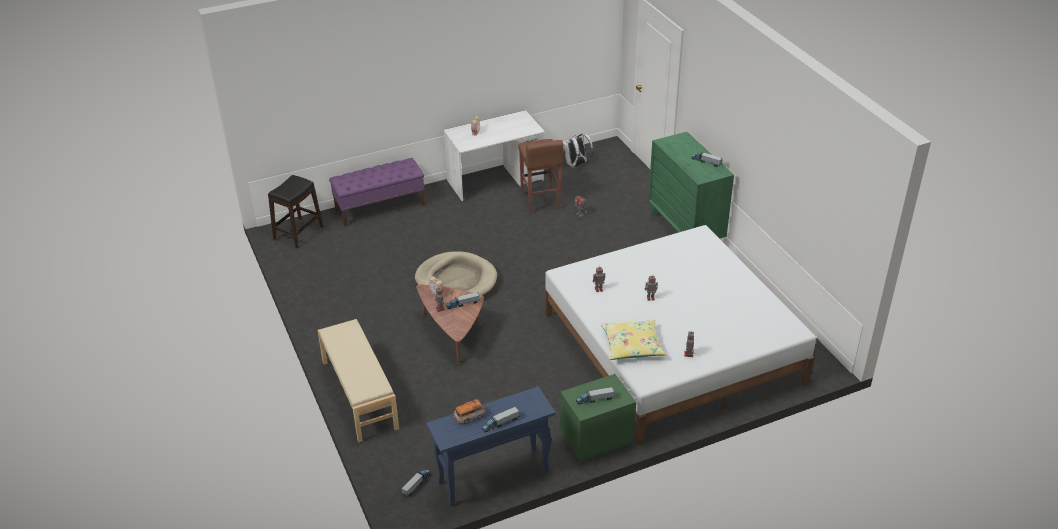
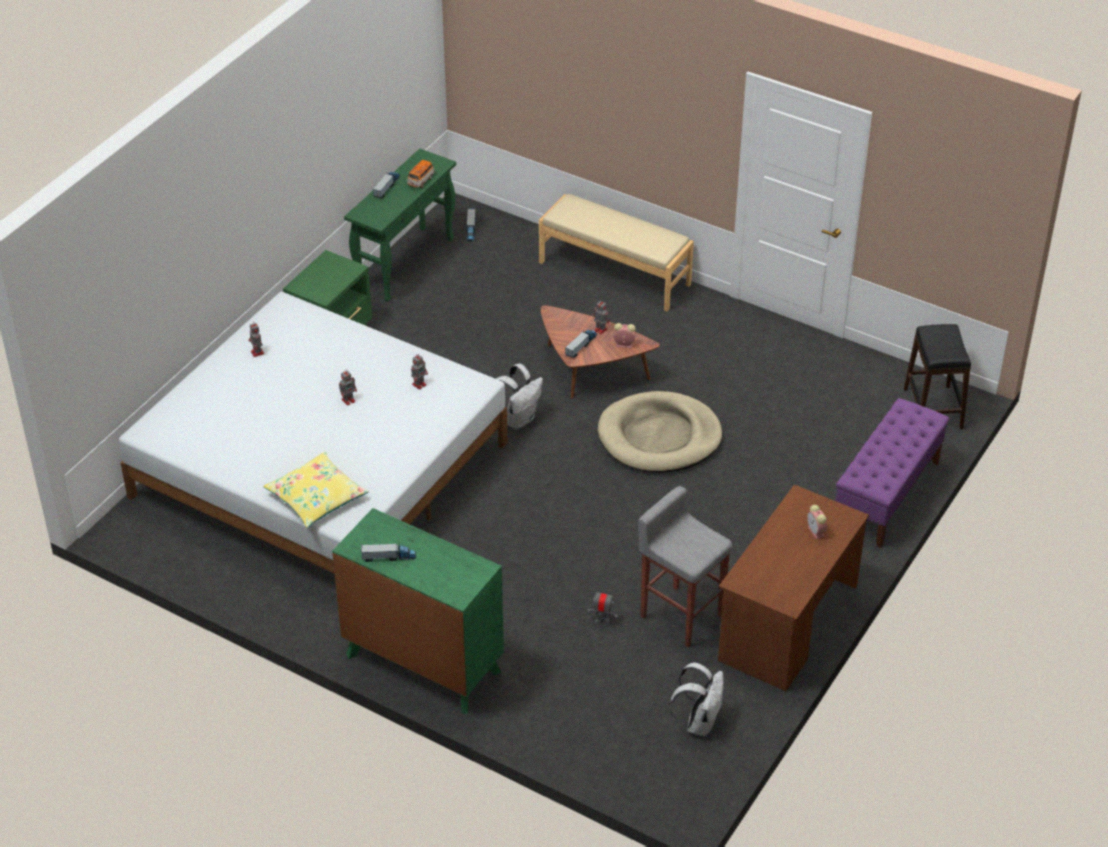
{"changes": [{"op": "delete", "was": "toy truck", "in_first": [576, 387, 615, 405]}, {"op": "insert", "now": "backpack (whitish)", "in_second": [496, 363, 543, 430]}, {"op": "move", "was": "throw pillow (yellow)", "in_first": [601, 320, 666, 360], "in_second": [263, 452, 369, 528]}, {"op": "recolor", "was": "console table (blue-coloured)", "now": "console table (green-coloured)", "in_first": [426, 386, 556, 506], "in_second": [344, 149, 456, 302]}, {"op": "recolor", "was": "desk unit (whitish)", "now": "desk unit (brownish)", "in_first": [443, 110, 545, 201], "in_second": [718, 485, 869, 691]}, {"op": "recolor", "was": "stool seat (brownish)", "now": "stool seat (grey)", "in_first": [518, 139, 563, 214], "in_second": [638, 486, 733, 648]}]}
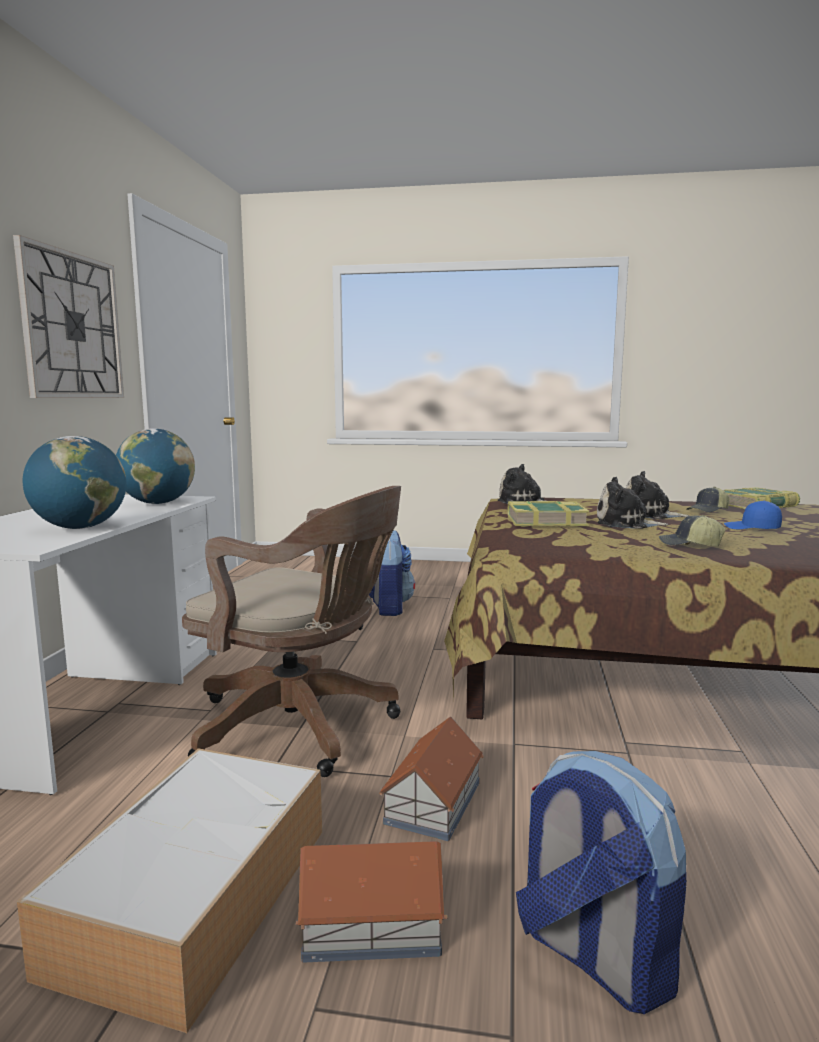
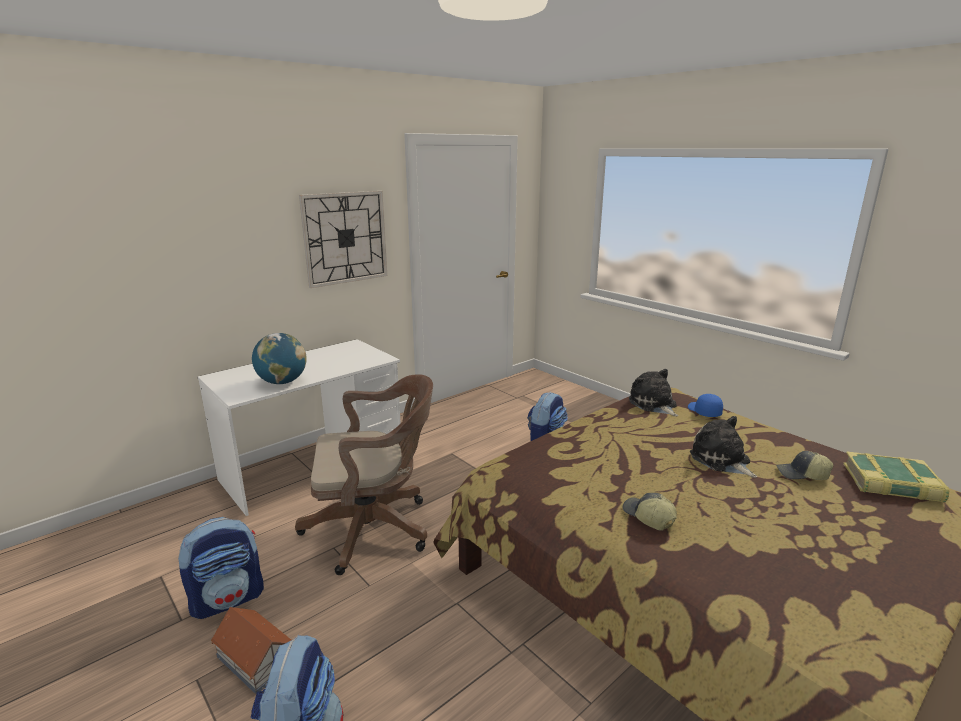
{"changes": [{"op": "delete", "was": "desk globe", "in_first": [116, 428, 195, 504]}, {"op": "delete", "was": "toy house", "in_first": [379, 717, 484, 841]}, {"op": "delete", "was": "bound book", "in_first": [508, 501, 589, 526]}, {"op": "delete", "was": "cuddly toy", "in_first": [597, 477, 668, 529]}, {"op": "move", "was": "cap (blue-coloured)", "in_first": [724, 501, 782, 529], "in_second": [688, 394, 723, 417]}, {"op": "replace", "was": "storage box", "now": "backpack", "in_first": [17, 748, 322, 1033], "in_second": [178, 517, 264, 619]}, {"op": "rotate", "was": "office chair (brownish)", "in_first": [182, 486, 401, 777], "in_second": [295, 374, 433, 575], "clockwise": -75}]}
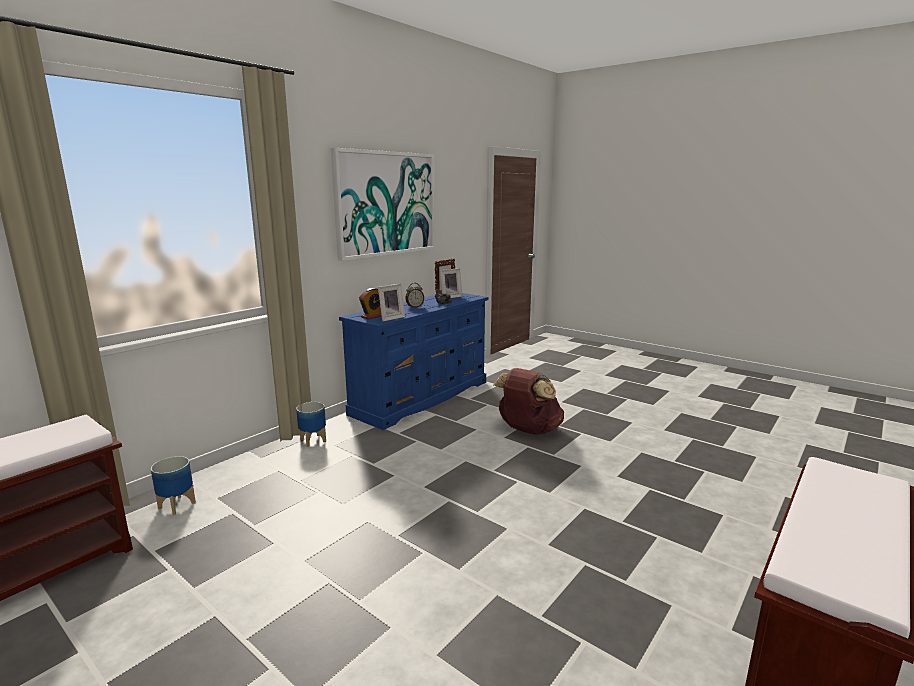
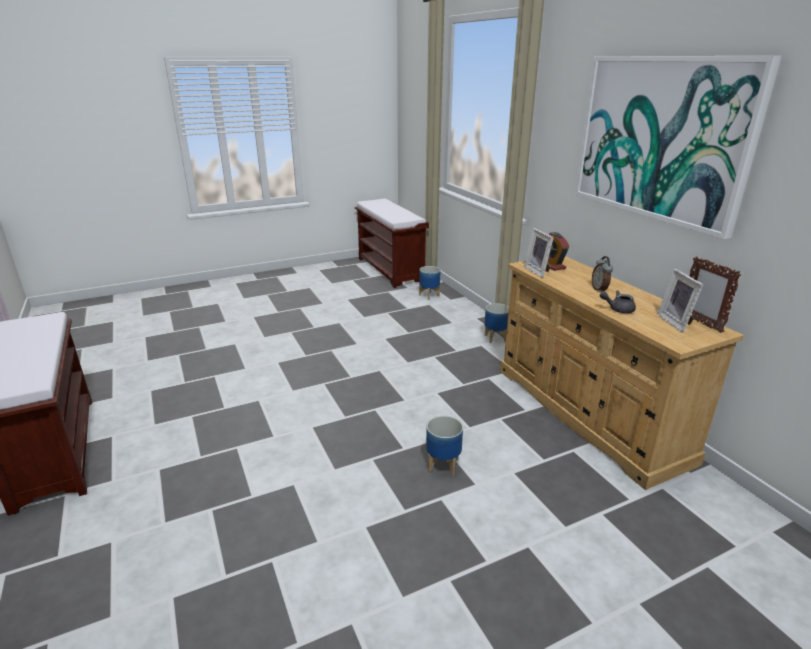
{"changes": [{"op": "replace", "was": "backpack (brownish)", "now": "planter", "in_first": [493, 368, 564, 435], "in_second": [426, 416, 463, 476]}, {"op": "recolor", "was": "chest of drawers (blue-coloured)", "now": "chest of drawers (sand-coloured)", "in_first": [339, 293, 488, 430], "in_second": [500, 256, 744, 490]}]}
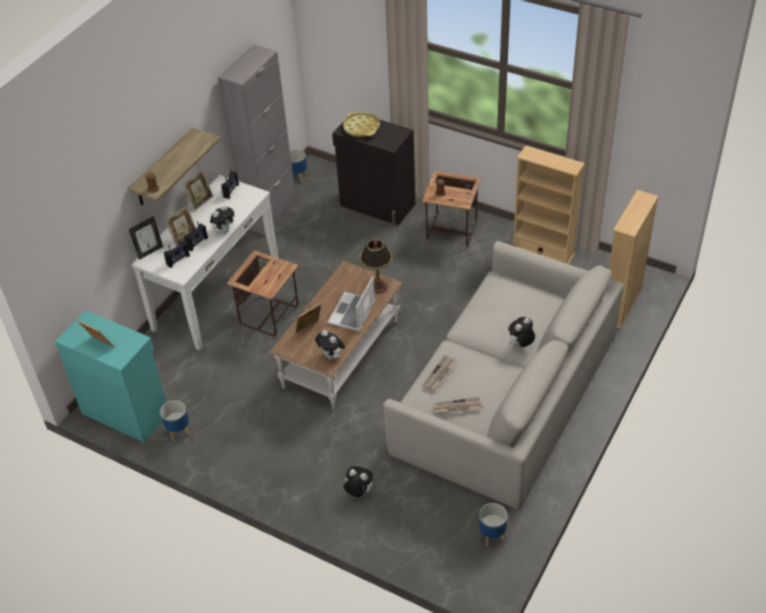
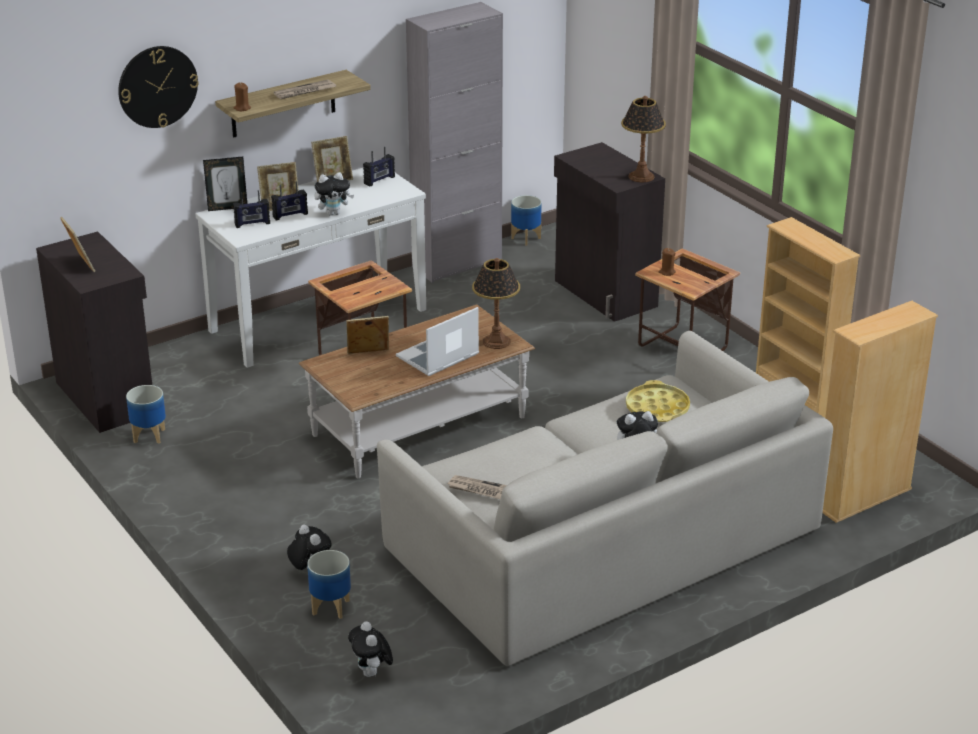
{"changes": [{"op": "insert", "now": "hanging clock", "in_second": [118, 46, 199, 128]}, {"op": "insert", "now": "table lamp", "in_second": [621, 96, 666, 182]}, {"op": "move", "was": "cuddly toy", "in_first": [315, 330, 345, 359], "in_second": [348, 621, 393, 677]}, {"op": "move", "was": "serving tray (yellow)", "in_first": [343, 111, 380, 137], "in_second": [626, 380, 690, 422]}, {"op": "move", "was": "daily paper", "in_first": [422, 355, 458, 391], "in_second": [273, 79, 336, 99]}, {"op": "move", "was": "planter", "in_first": [479, 503, 507, 546], "in_second": [307, 550, 351, 619]}, {"op": "recolor", "was": "cupboard (turquoise-coloured)", "now": "cupboard (black)", "in_first": [55, 310, 167, 442], "in_second": [36, 232, 152, 433]}]}
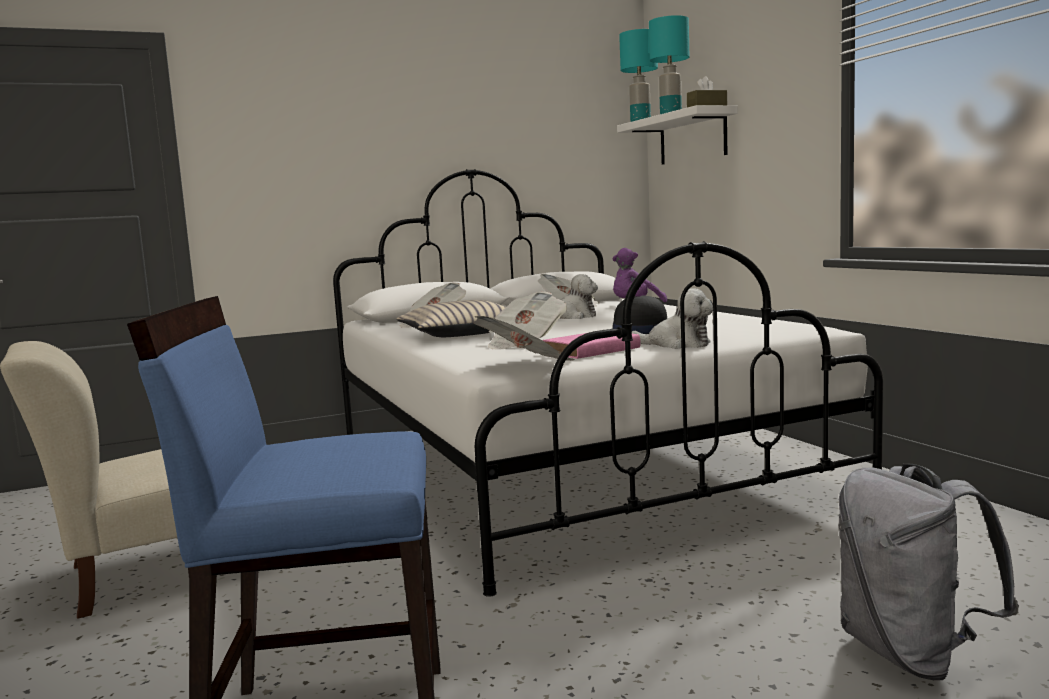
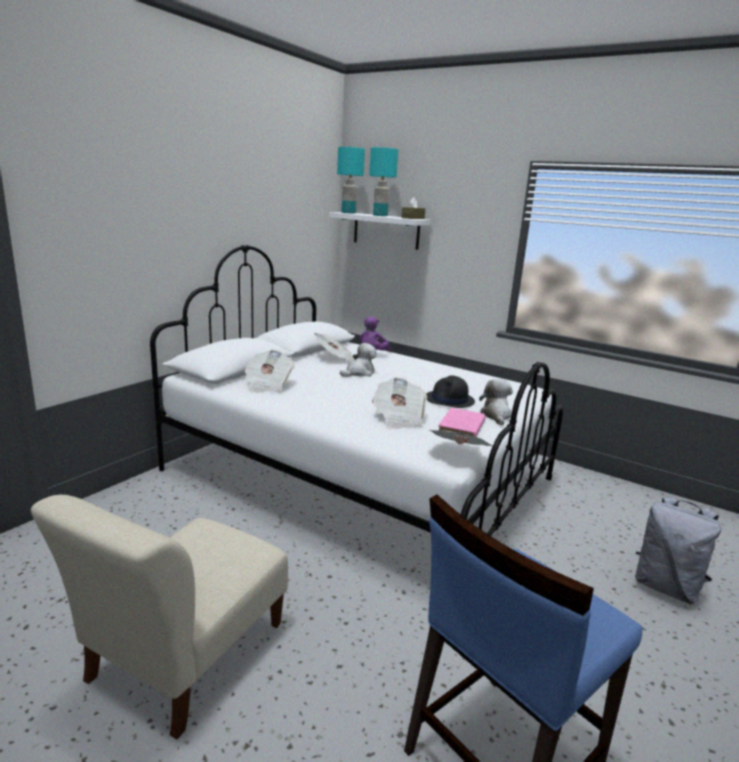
{"changes": [{"op": "delete", "was": "throw pillow (sand-coloured)", "in_first": [397, 300, 506, 337]}, {"op": "rotate", "was": "cuddly toy", "in_first": [632, 288, 713, 349], "in_second": [479, 379, 513, 425], "clockwise": -75}]}
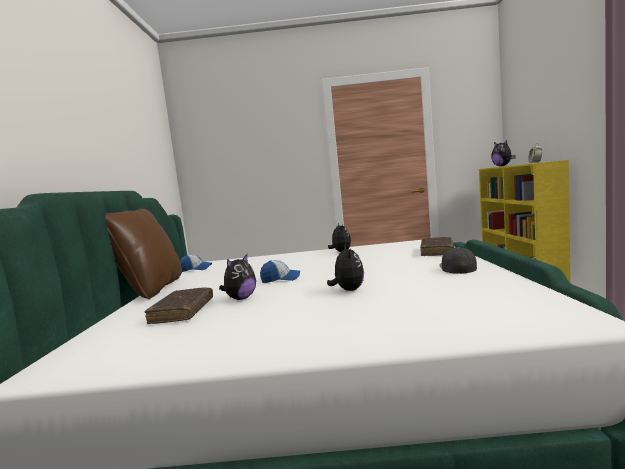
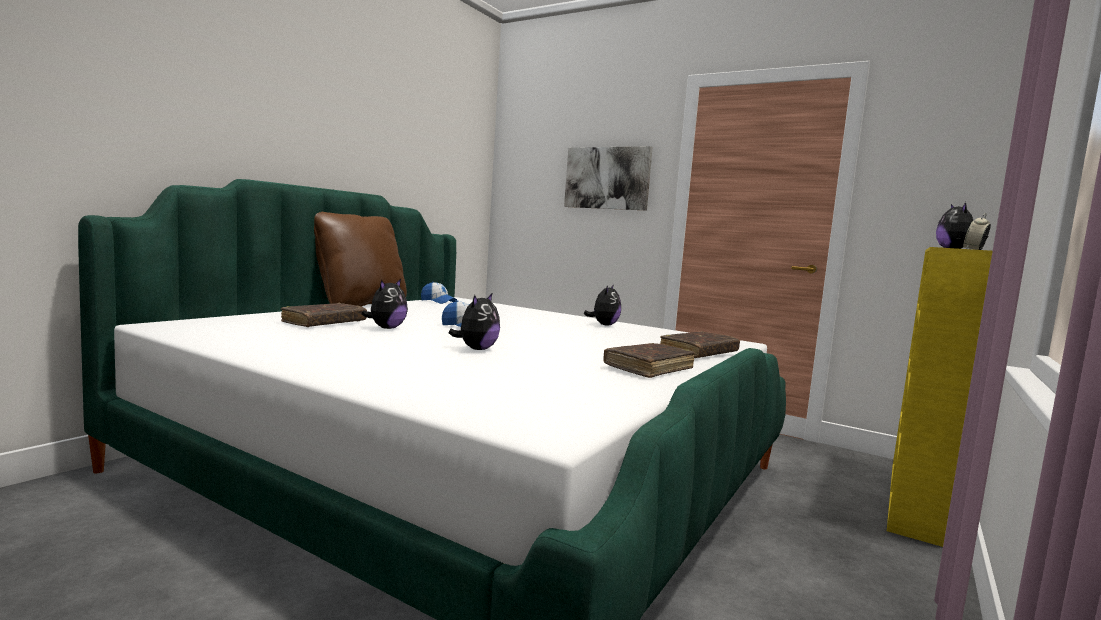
{"changes": [{"op": "insert", "now": "wall art", "in_second": [564, 146, 653, 211]}, {"op": "replace", "was": "cap (black)", "now": "bound book (brownish)", "in_first": [440, 247, 477, 274], "in_second": [603, 343, 695, 378]}, {"op": "rotate", "was": "cuddly toy", "in_first": [219, 254, 256, 300], "in_second": [362, 279, 408, 329], "clockwise": -45}]}
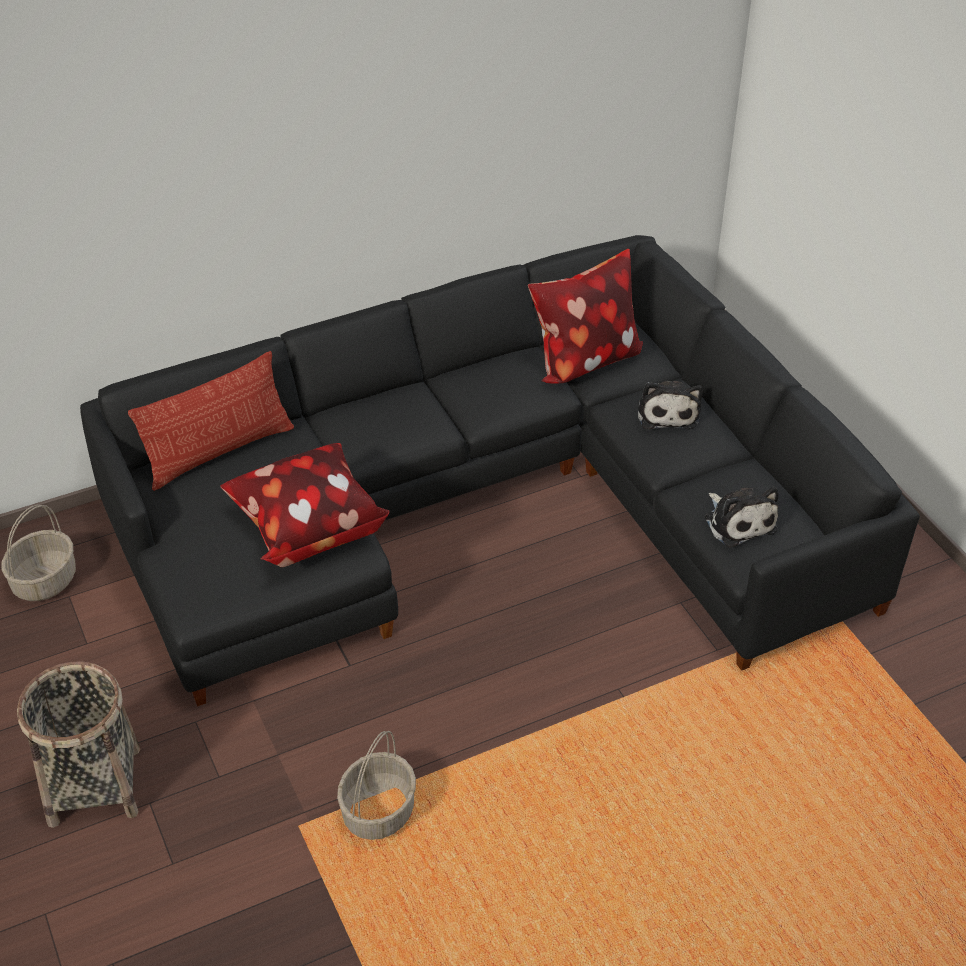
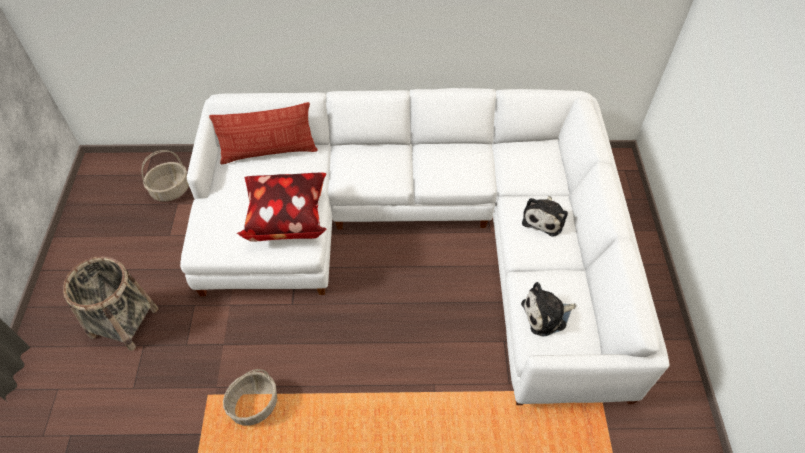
{"changes": [{"op": "delete", "was": "throw pillow", "in_first": [528, 249, 643, 384]}, {"op": "recolor", "was": "sofa (black)", "now": "sofa (whitish)", "in_first": [80, 235, 920, 707], "in_second": [180, 88, 670, 405]}, {"op": "rotate", "was": "cuddly toy", "in_first": [705, 487, 778, 548], "in_second": [521, 282, 576, 336], "clockwise": 75}]}
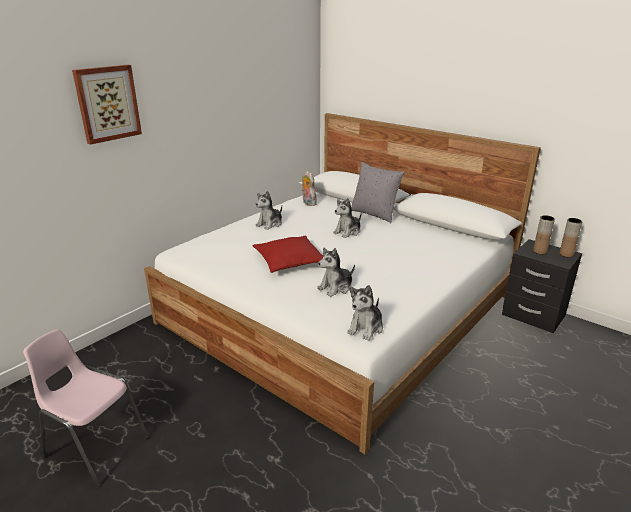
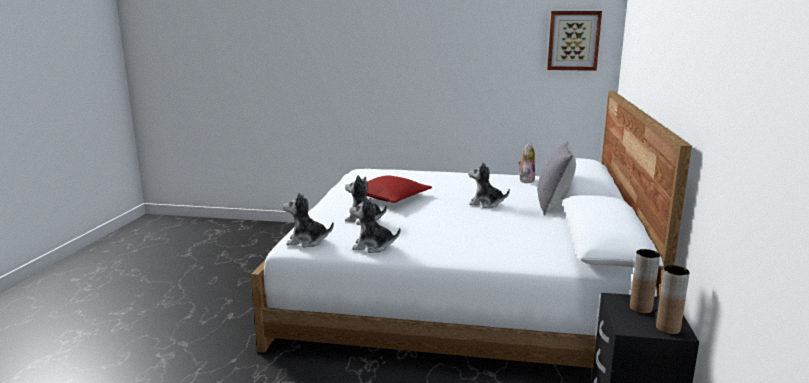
{"changes": [{"op": "delete", "was": "chair (pink-coloured)", "in_first": [23, 329, 149, 488]}, {"op": "move", "was": "wall art", "in_first": [72, 65, 142, 145], "in_second": [547, 11, 602, 71]}, {"op": "move", "was": "cuddly toy", "in_first": [255, 191, 282, 230], "in_second": [349, 196, 400, 253]}]}
